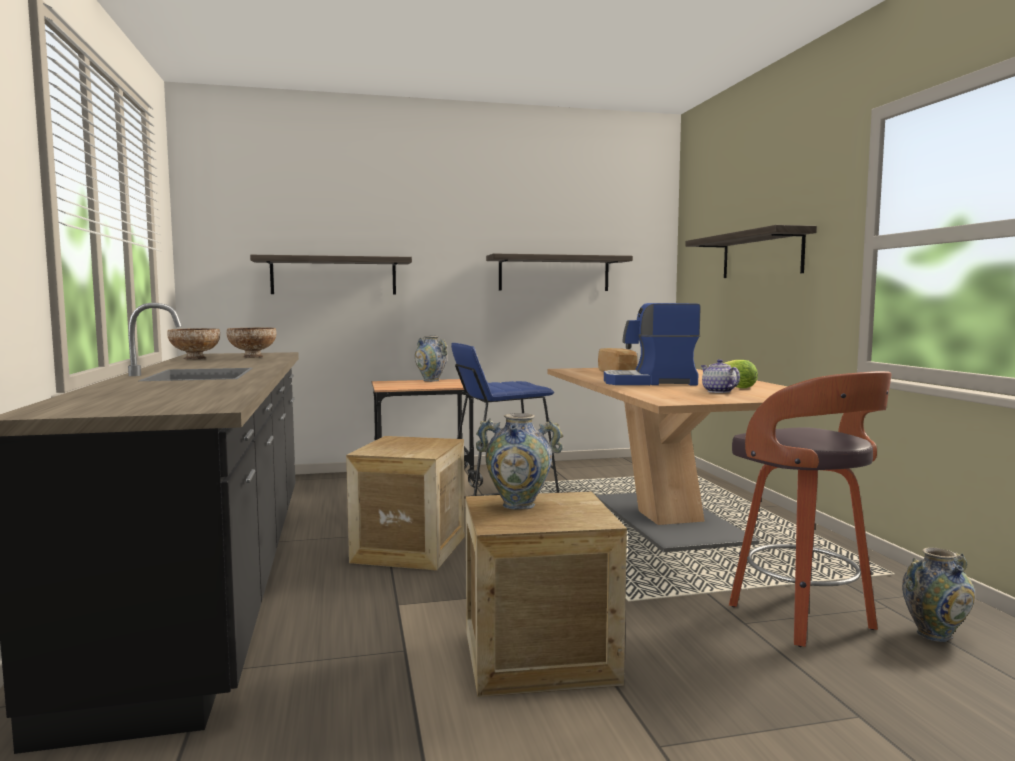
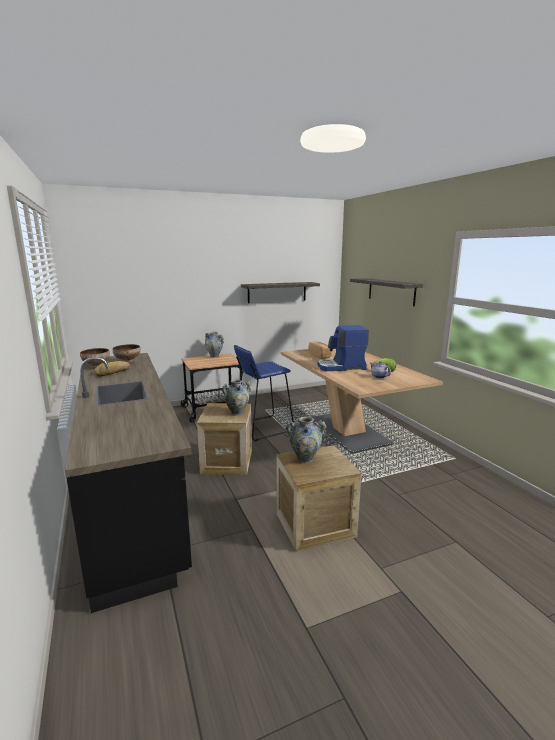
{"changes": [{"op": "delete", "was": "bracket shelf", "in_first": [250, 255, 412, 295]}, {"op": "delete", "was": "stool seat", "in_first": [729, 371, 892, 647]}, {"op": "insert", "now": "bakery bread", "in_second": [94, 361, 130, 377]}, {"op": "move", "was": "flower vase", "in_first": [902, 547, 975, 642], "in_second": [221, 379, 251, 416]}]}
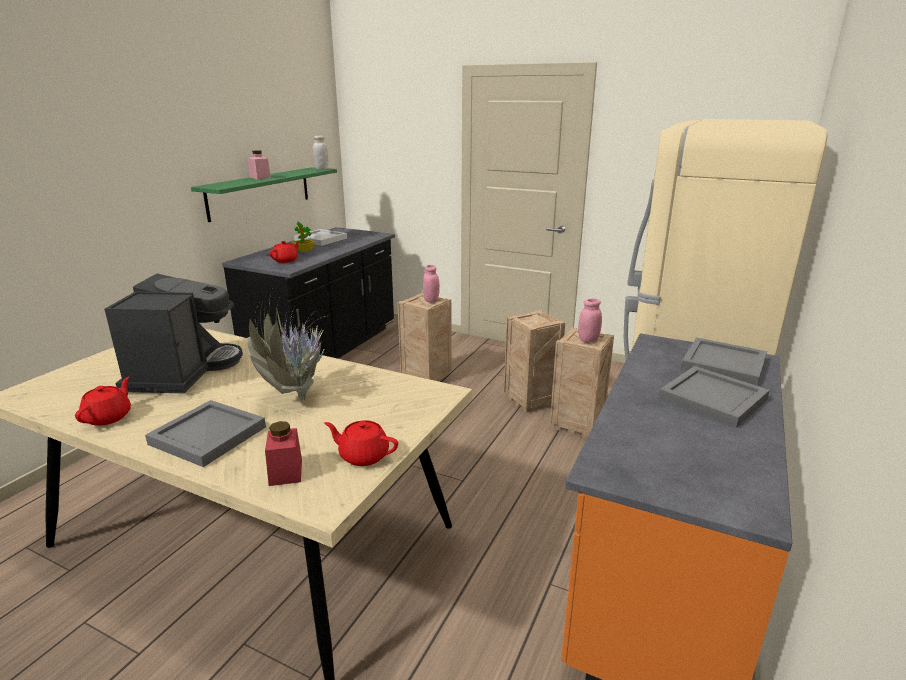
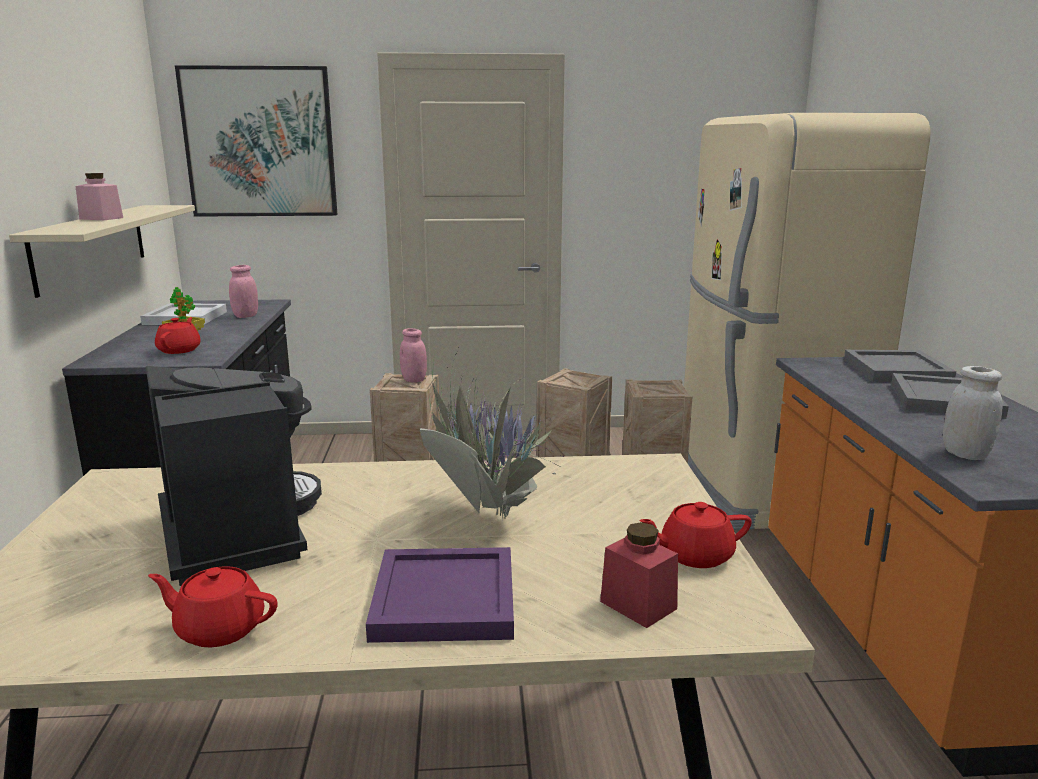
{"changes": [{"op": "insert", "now": "wall art", "in_second": [175, 65, 338, 217]}, {"op": "move", "was": "storage jar (whitish)", "in_first": [313, 135, 328, 170], "in_second": [943, 366, 1003, 460]}, {"op": "move", "was": "storage jar (pink-coloured)", "in_first": [578, 299, 602, 343], "in_second": [229, 265, 258, 318]}, {"op": "recolor", "was": "serving tray (grey)", "now": "serving tray (purple-coloured)", "in_first": [145, 400, 266, 467], "in_second": [366, 547, 514, 643]}, {"op": "recolor", "was": "bracket shelf (green-coloured)", "now": "bracket shelf (sand-coloured)", "in_first": [191, 167, 337, 222], "in_second": [9, 205, 195, 298]}, {"op": "rotate", "was": "tea pot (reddish)", "in_first": [75, 377, 131, 426], "in_second": [148, 566, 278, 647], "clockwise": -60}]}
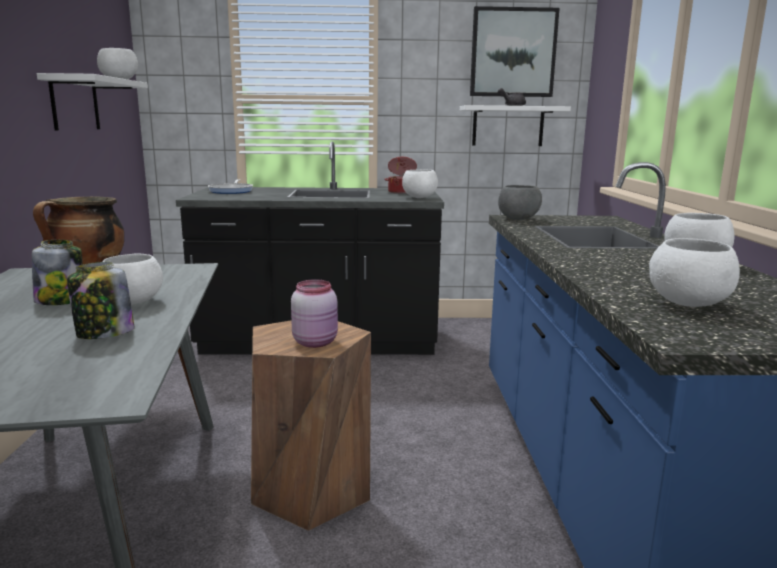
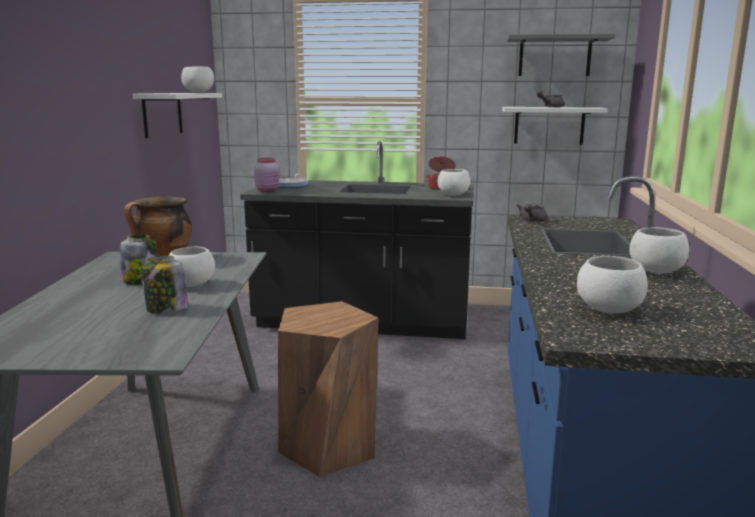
{"changes": [{"op": "move", "was": "storage jar (pink-coloured)", "in_first": [291, 279, 338, 348], "in_second": [254, 158, 279, 192]}, {"op": "replace", "was": "wall art", "now": "bracket shelf (grey)", "in_first": [470, 6, 560, 97], "in_second": [506, 33, 616, 76]}, {"op": "replace", "was": "serving bowl (grey)", "now": "tea pot (grey)", "in_first": [498, 185, 542, 220], "in_second": [517, 204, 548, 222]}]}
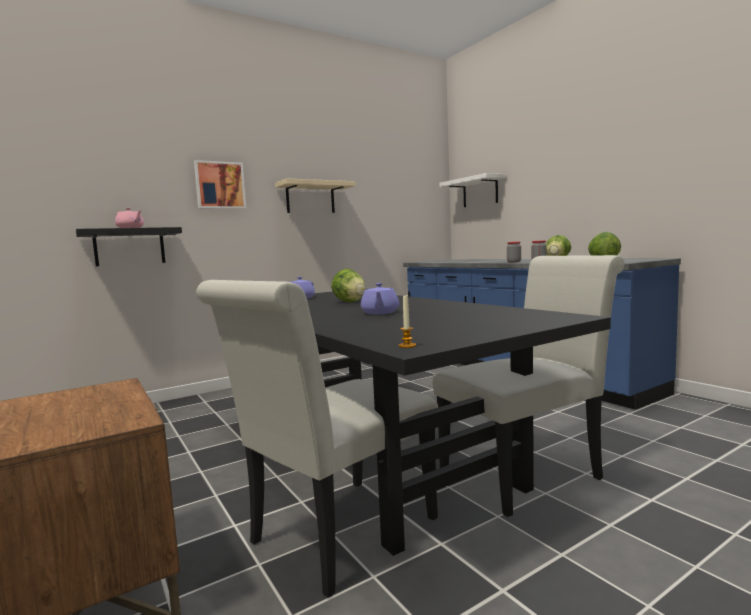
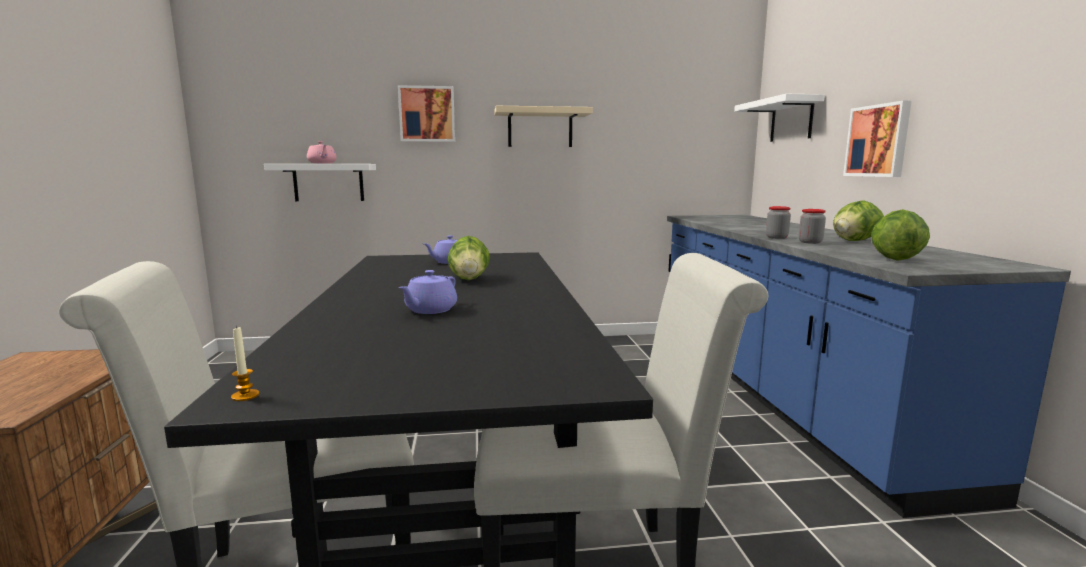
{"changes": [{"op": "insert", "now": "wall art", "in_second": [843, 101, 911, 177]}, {"op": "recolor", "was": "bracket shelf (black)", "now": "bracket shelf (whitish)", "in_first": [76, 227, 182, 266], "in_second": [264, 164, 376, 201]}]}
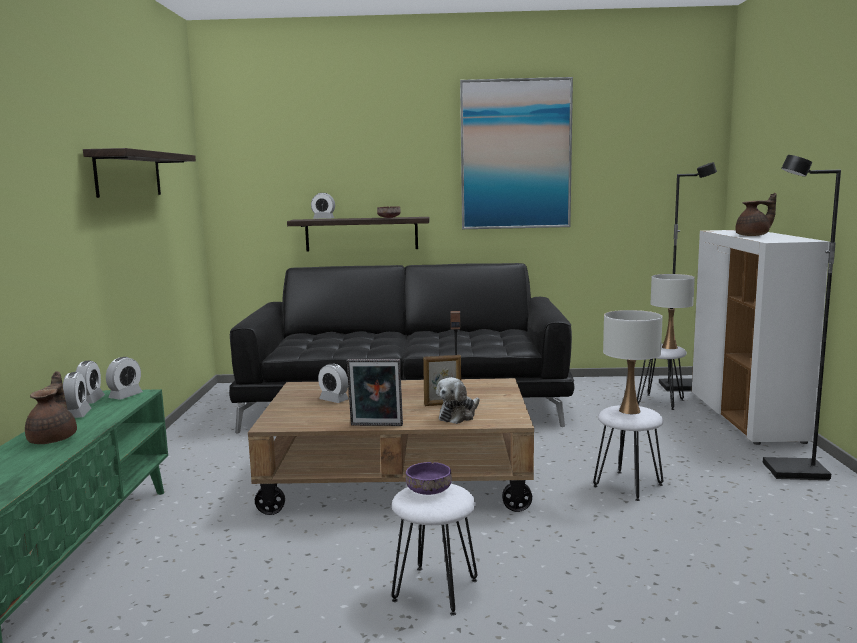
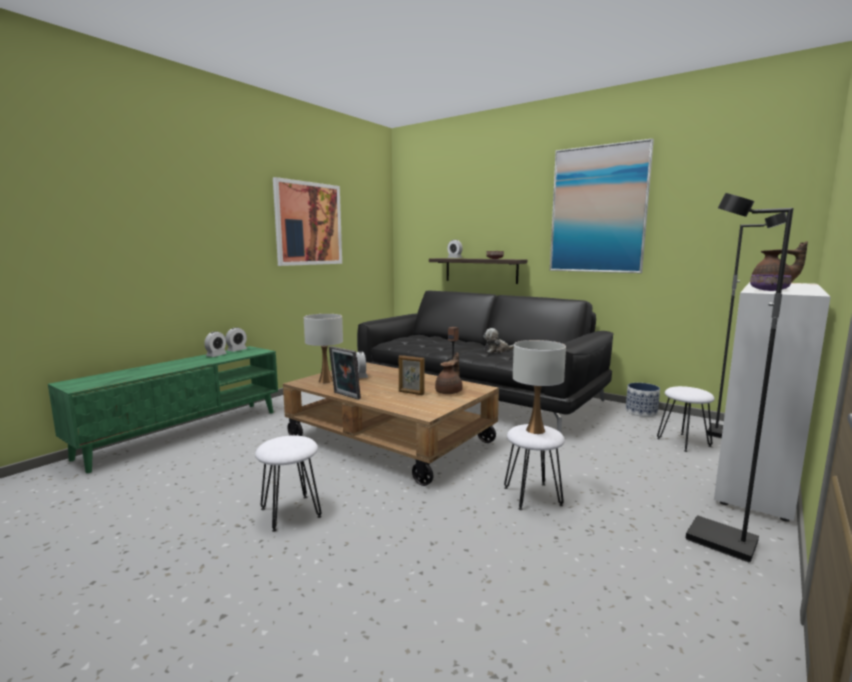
{"changes": [{"op": "delete", "was": "table clock", "in_first": [106, 357, 143, 400]}, {"op": "insert", "now": "planter", "in_second": [626, 383, 660, 417]}, {"op": "move", "was": "tea pot (brownish)", "in_first": [25, 371, 77, 444], "in_second": [435, 352, 463, 394]}, {"op": "move", "was": "serving bowl (purple-coloured)", "in_first": [406, 462, 452, 495], "in_second": [750, 274, 792, 291]}, {"op": "move", "was": "cuddly toy", "in_first": [436, 377, 480, 424], "in_second": [483, 328, 514, 353]}, {"op": "move", "was": "table lamp (whitish)", "in_first": [651, 274, 695, 349], "in_second": [304, 314, 343, 383]}, {"op": "replace", "was": "bracket shelf", "now": "wall art", "in_first": [83, 148, 196, 198], "in_second": [273, 177, 342, 266]}]}
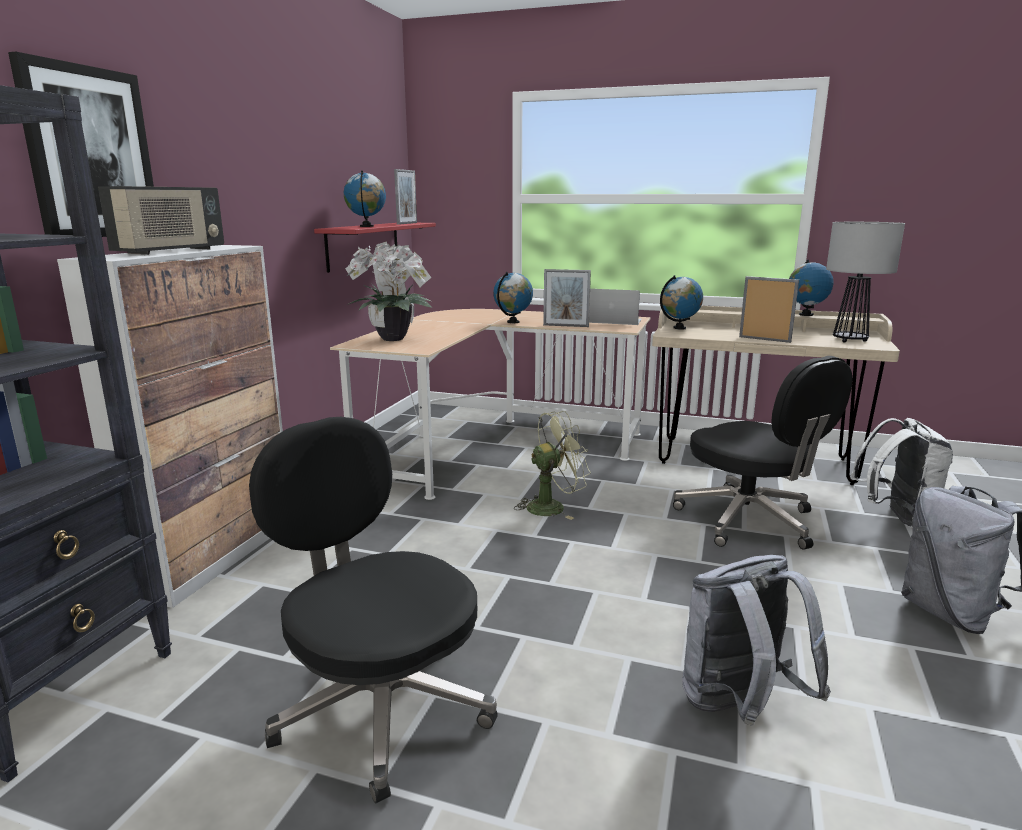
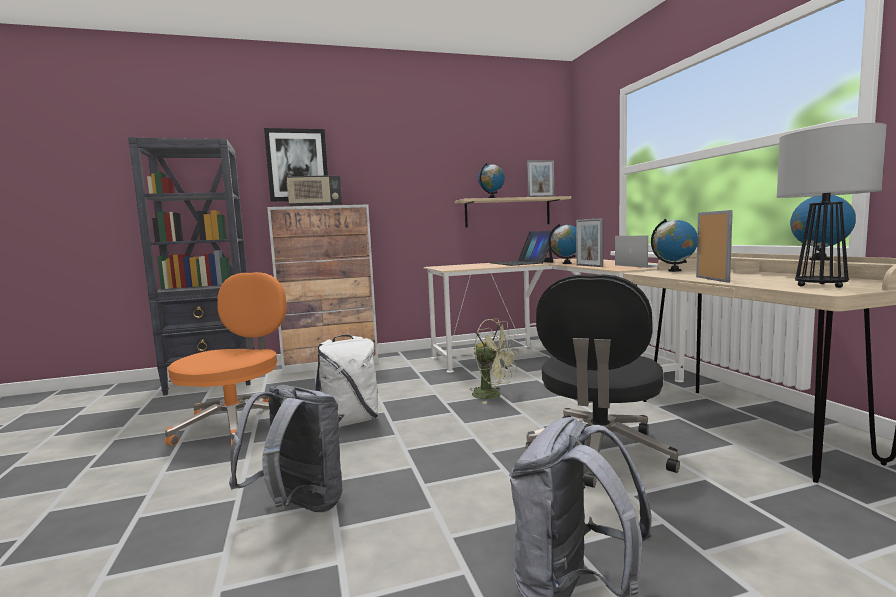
{"changes": [{"op": "delete", "was": "potted plant", "in_first": [345, 241, 433, 341]}, {"op": "insert", "now": "laptop", "in_second": [489, 231, 554, 266]}, {"op": "move", "was": "backpack (whitish)", "in_first": [851, 418, 953, 528], "in_second": [315, 335, 378, 427]}, {"op": "recolor", "was": "office chair (black)", "now": "office chair (orangey)", "in_first": [249, 417, 498, 803], "in_second": [165, 272, 287, 448]}, {"op": "recolor", "was": "bracket shelf (reddish)", "now": "bracket shelf (sand-coloured)", "in_first": [314, 223, 436, 273], "in_second": [455, 196, 571, 228]}]}
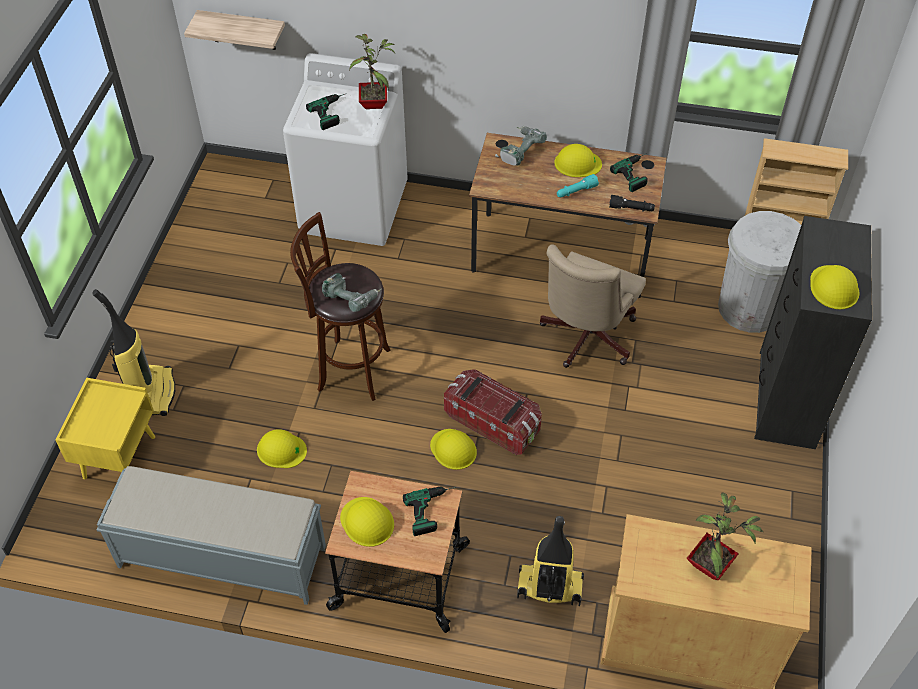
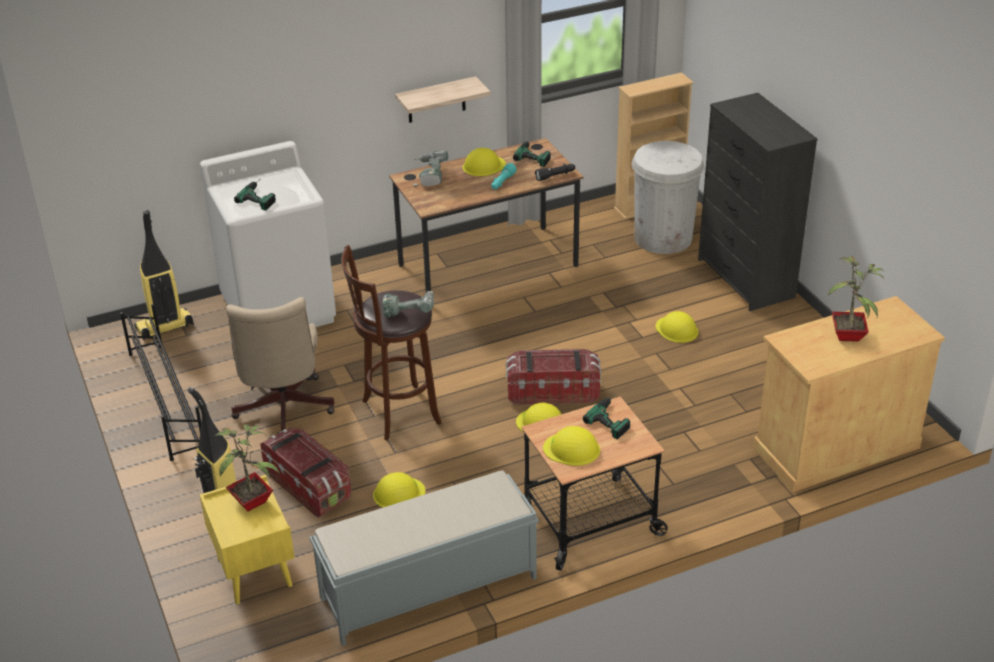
{"changes": [{"op": "insert", "now": "shoe shelf (black)", "in_second": [120, 304, 201, 461]}, {"op": "insert", "now": "storage box", "in_second": [260, 428, 351, 518]}, {"op": "move", "was": "bracket shelf", "in_first": [184, 10, 285, 50], "in_second": [395, 76, 491, 123]}, {"op": "move", "was": "potted plant", "in_first": [349, 34, 396, 109], "in_second": [215, 424, 280, 512]}, {"op": "move", "was": "hoover", "in_first": [517, 516, 584, 606], "in_second": [134, 210, 194, 340]}, {"op": "move", "was": "office chair (sand-coloured)", "in_first": [540, 244, 646, 368], "in_second": [226, 297, 334, 434]}, {"op": "move", "was": "hard hat (yellow)", "in_first": [810, 265, 860, 309], "in_second": [655, 311, 698, 343]}]}
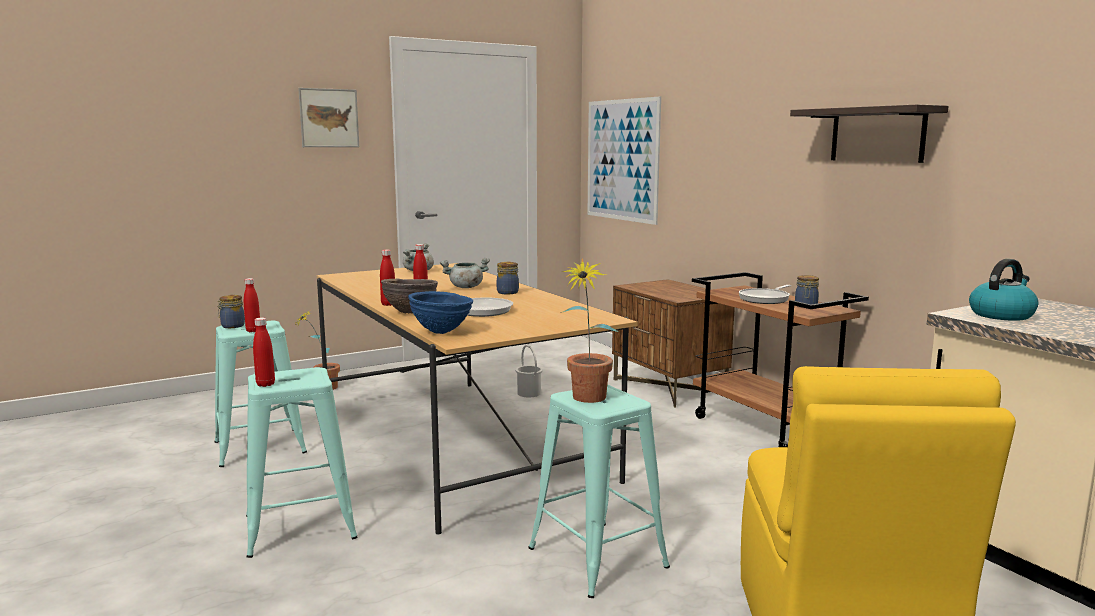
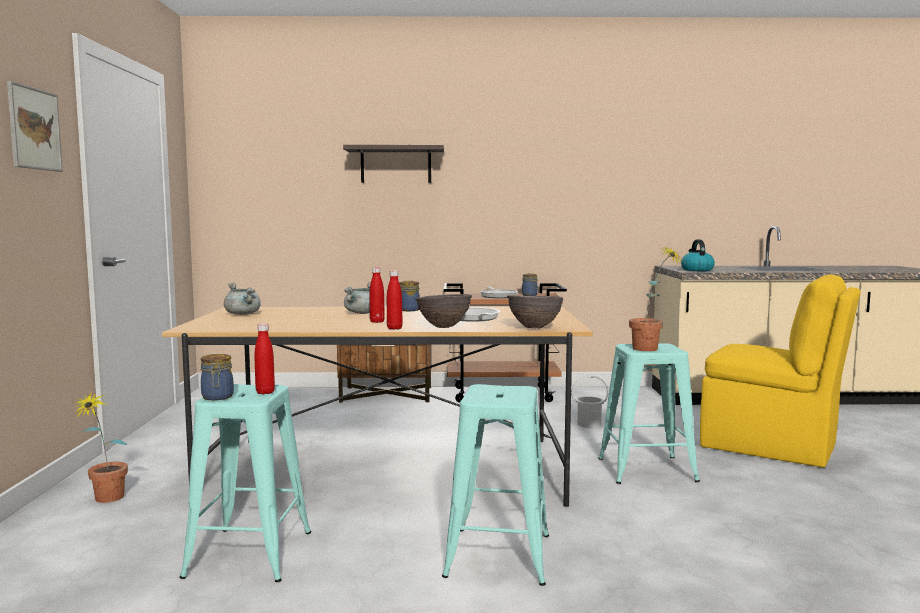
{"changes": [{"op": "delete", "was": "bottle (reddish)", "in_first": [253, 317, 275, 387]}, {"op": "delete", "was": "wall art", "in_first": [588, 96, 661, 225]}, {"op": "move", "was": "pail (whitish)", "in_first": [515, 345, 543, 397], "in_second": [572, 375, 608, 428]}, {"op": "move", "was": "bracket shelf", "in_first": [790, 104, 948, 163], "in_second": [343, 145, 444, 183]}, {"op": "recolor", "was": "serving bowl (blue-coloured)", "now": "serving bowl (brownish)", "in_first": [408, 291, 473, 334], "in_second": [507, 295, 563, 329]}]}
